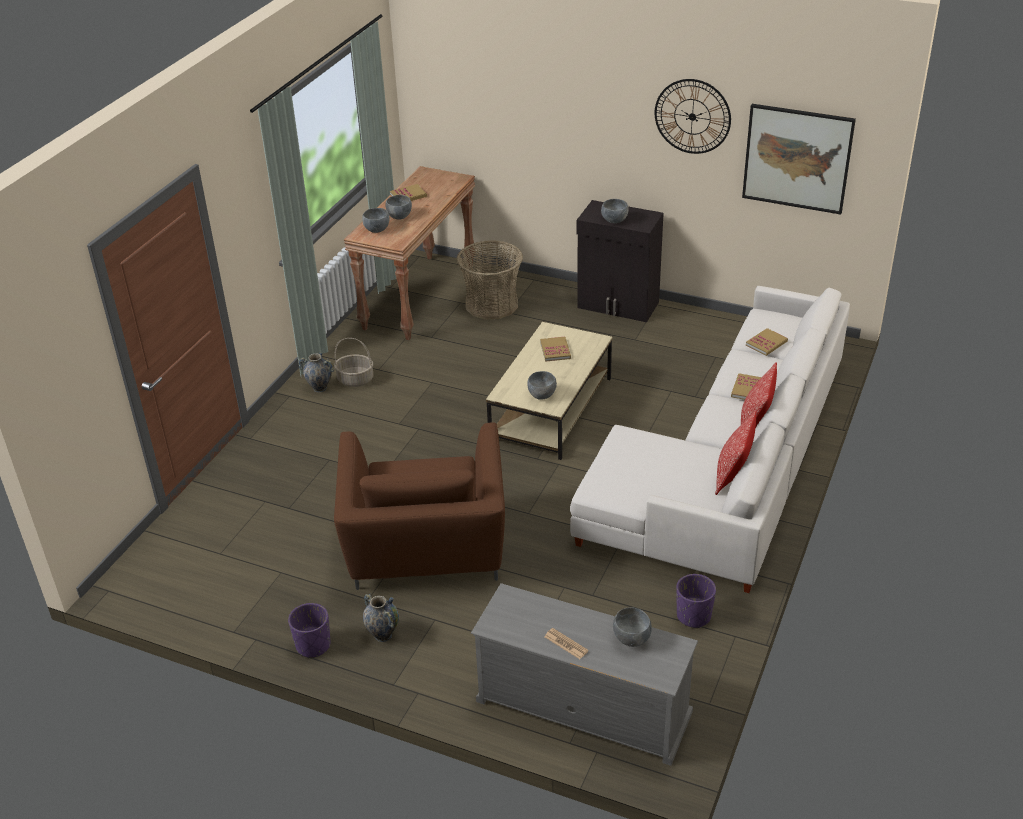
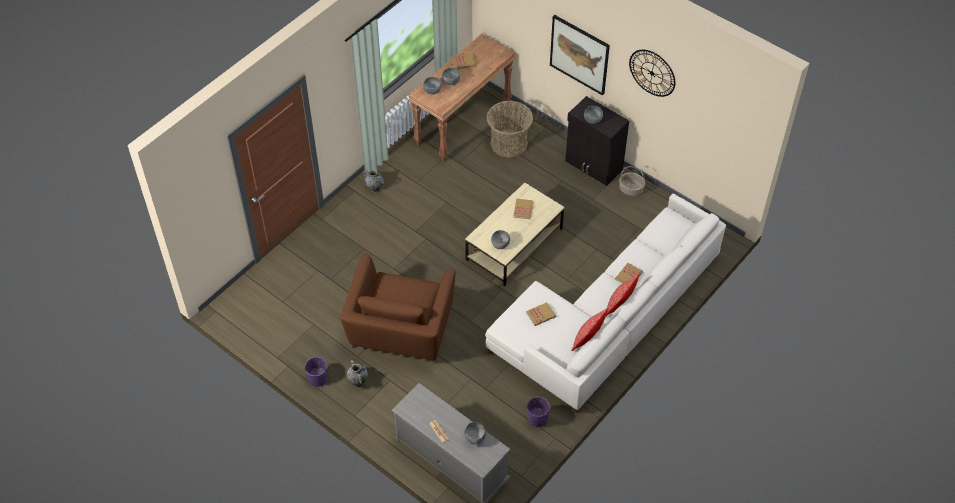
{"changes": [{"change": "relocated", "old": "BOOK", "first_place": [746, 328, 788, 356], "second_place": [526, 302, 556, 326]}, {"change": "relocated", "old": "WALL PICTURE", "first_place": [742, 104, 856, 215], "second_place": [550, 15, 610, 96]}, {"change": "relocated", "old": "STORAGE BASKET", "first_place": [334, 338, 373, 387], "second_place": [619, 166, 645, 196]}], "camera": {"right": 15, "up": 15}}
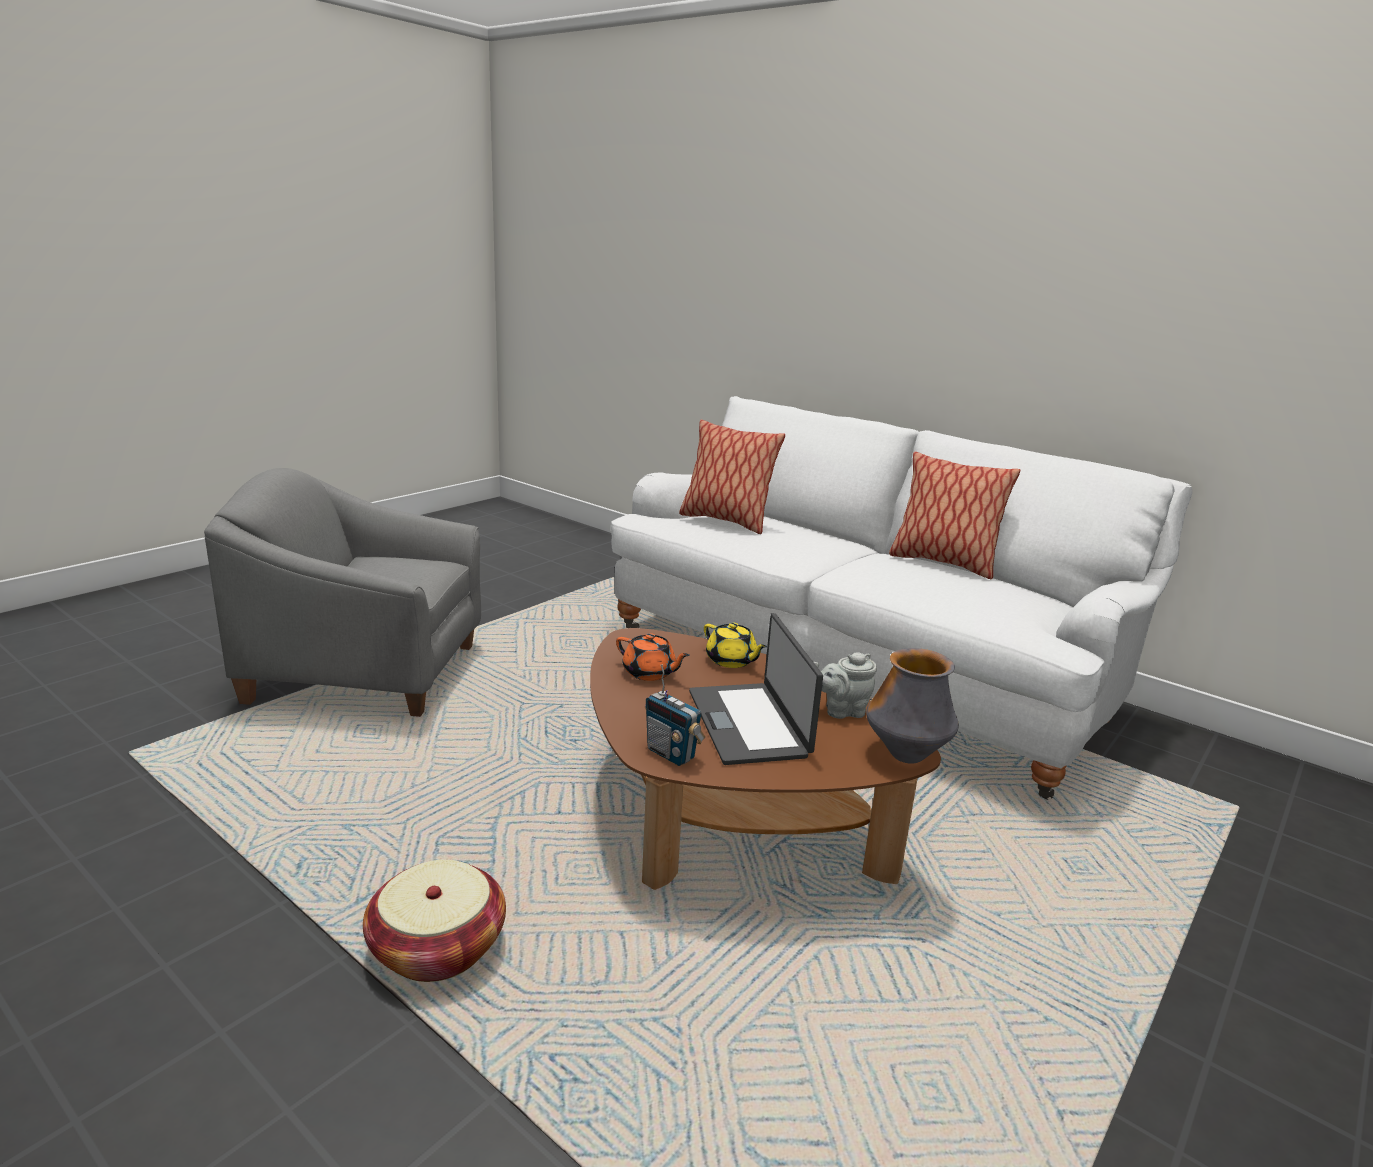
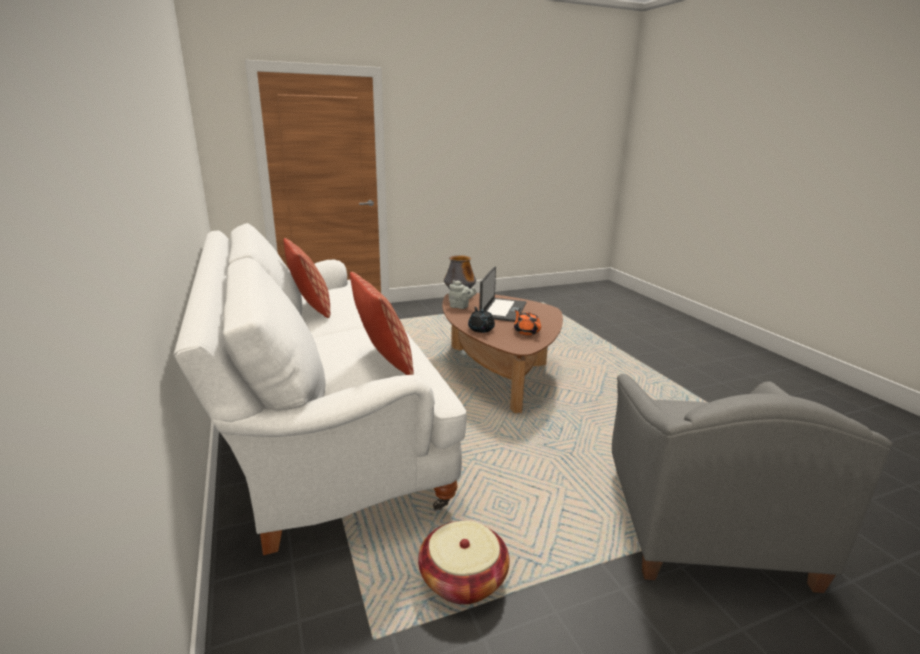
{"changes": [{"change": "relocated", "old": "STORAGE BASKET", "first_place": [363, 860, 506, 982], "second_place": [418, 521, 509, 605]}, {"change": "colour", "old": "YELLOW POT FOR TEA", "new": "BLACKISH POT FOR TEA", "first_place": [704, 623, 767, 668], "second_place": [468, 307, 495, 333]}, {"change": "spun", "old": "GREYISH LOUNGE CHAIR", "first_place": [204, 468, 481, 717], "second_place": [612, 374, 892, 593], "degrees": 60}, {"change": "missing", "old": "RADIO SET", "first_place": [645, 664, 705, 766]}], "camera": {"right": -150, "up": 0}}
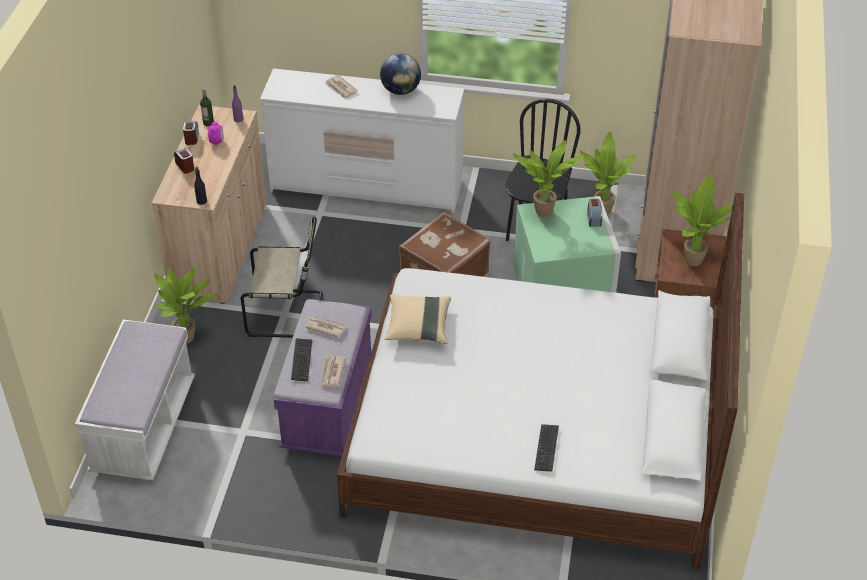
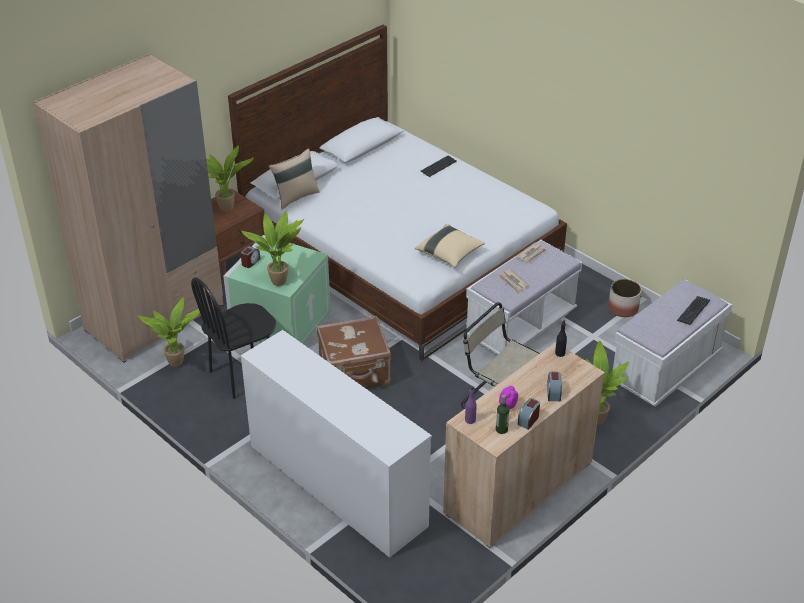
{"changes": [{"change": "appeared", "new": "BEIGE CUSHION", "second_place": [269, 148, 320, 210]}, {"change": "colour", "old": "PURPLISH LONG SEAT", "new": "WHITE-COLOURED LONG SEAT", "first_place": [273, 299, 372, 456], "second_place": [466, 240, 582, 354]}, {"change": "appeared", "new": "FLOWER POT", "second_place": [608, 279, 641, 317]}, {"change": "relocated", "old": "KEYBOARD", "first_place": [291, 338, 312, 381], "second_place": [677, 296, 710, 325]}, {"change": "missing", "old": "DAILY PAPER", "first_place": [325, 75, 358, 99]}, {"change": "missing", "old": "GLOBE", "first_place": [380, 53, 421, 95]}], "camera": {"right": -145, "up": -5}}
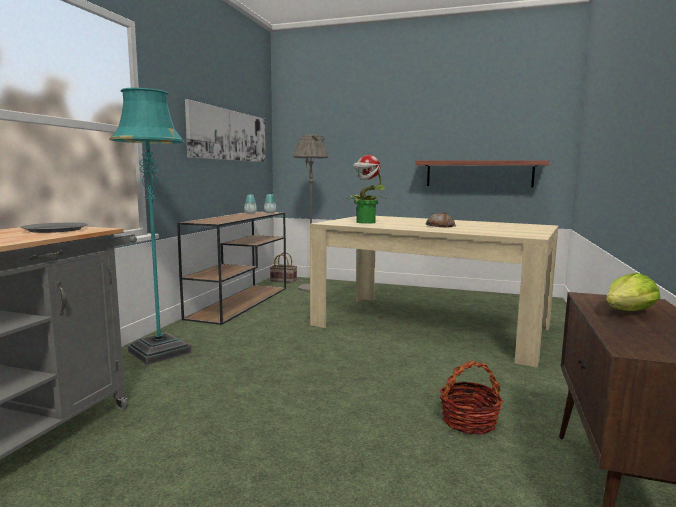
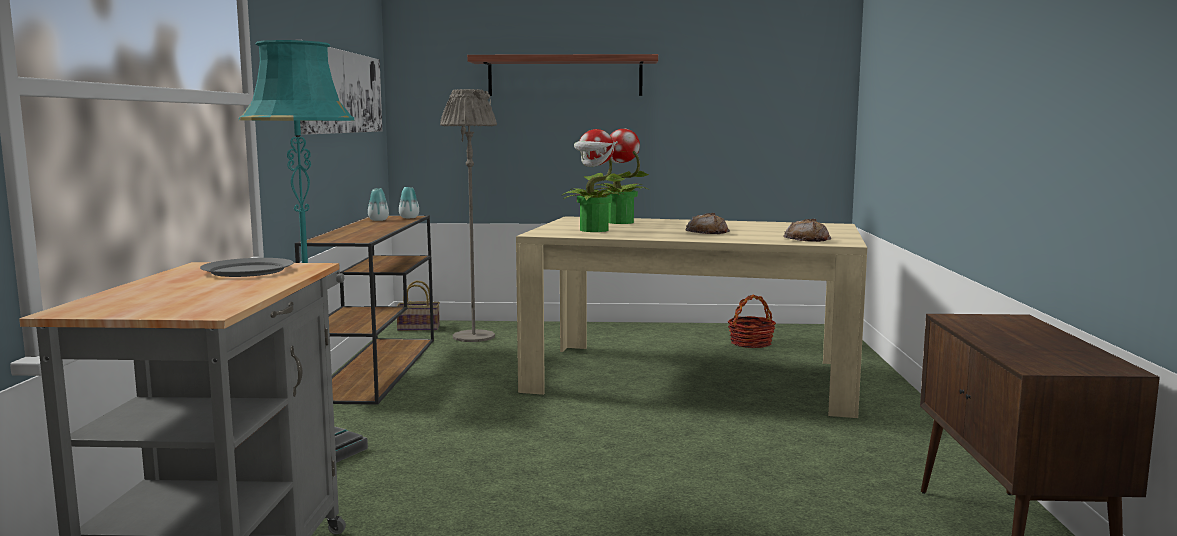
{"changes": [{"change": "relocated", "old": "SHELF", "first_place": [415, 161, 549, 188], "second_place": [467, 54, 658, 96]}, {"change": "appeared", "new": "POTTED PLANT", "second_place": [594, 129, 649, 224]}, {"change": "relocated", "old": "STORAGE BASKET", "first_place": [440, 361, 503, 435], "second_place": [727, 295, 776, 348]}, {"change": "appeared", "new": "BAKERY BREAD", "second_place": [783, 219, 831, 242]}, {"change": "missing", "old": "LETTUCE HEAD", "first_place": [606, 273, 660, 311]}], "camera": {"right": -15, "up": 0}}
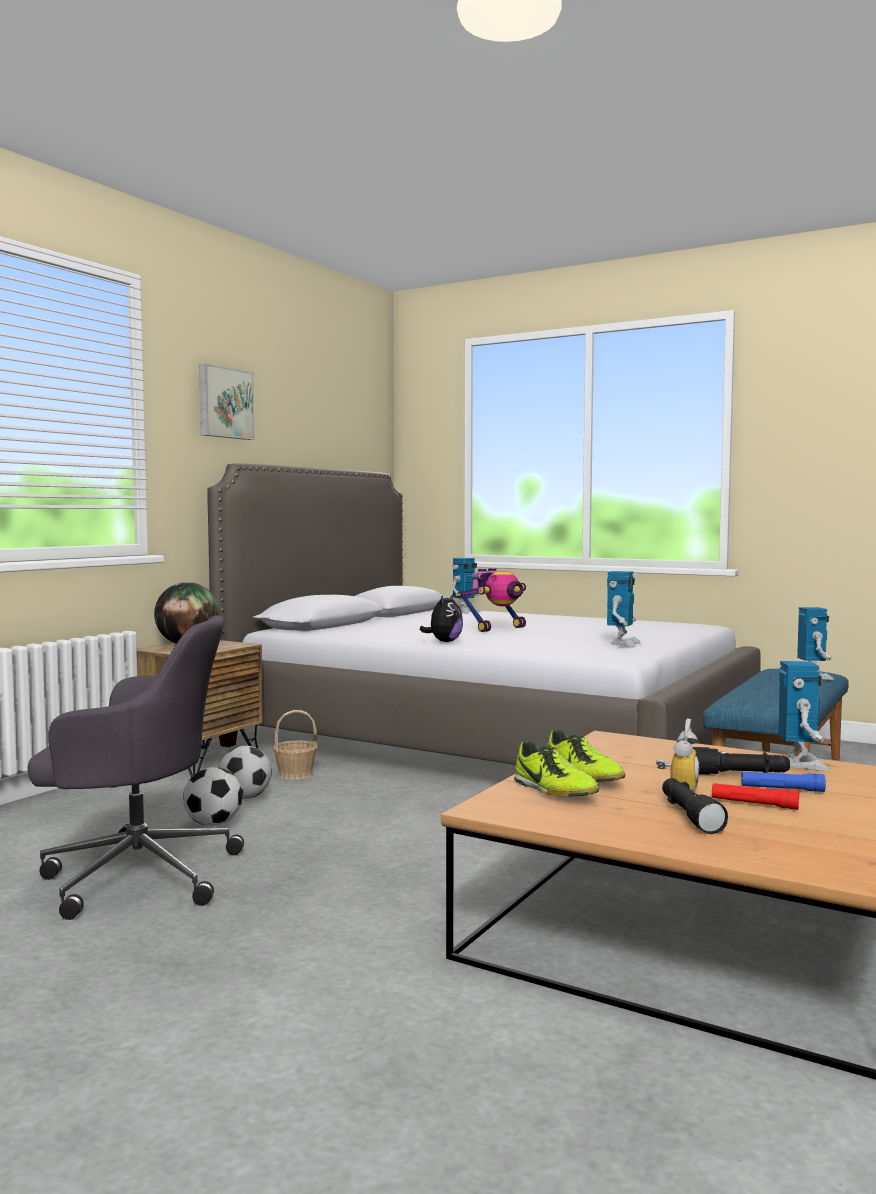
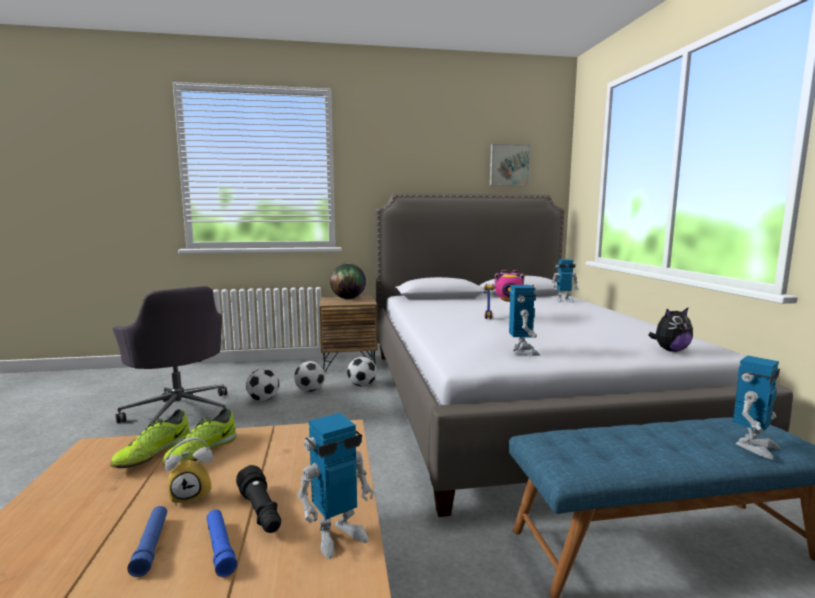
{"changes": [{"change": "colour", "old": "REDDISH FLASHLIGHT", "new": "BLUISH FLASHLIGHT", "first_place": [712, 783, 799, 810], "second_place": [128, 506, 167, 577]}, {"change": "exchanged", "old": "STORAGE BASKET", "new": "FOOTBALL", "first_place": [273, 710, 318, 780], "second_place": [347, 357, 377, 386]}, {"change": "relocated", "old": "WALL PICTURE", "first_place": [199, 363, 255, 440], "second_place": [490, 144, 531, 186]}, {"change": "spun", "old": "MODEL ROBOT", "first_place": [607, 571, 641, 647], "second_place": [509, 285, 540, 356], "degrees": -75}, {"change": "relocated", "old": "PLUSH TOY", "first_place": [420, 593, 463, 642], "second_place": [648, 307, 693, 352]}, {"change": "missing", "old": "BLACKISH FLASHLIGHT", "first_place": [662, 778, 728, 834]}], "camera": {"right": 50, "up": 5}}
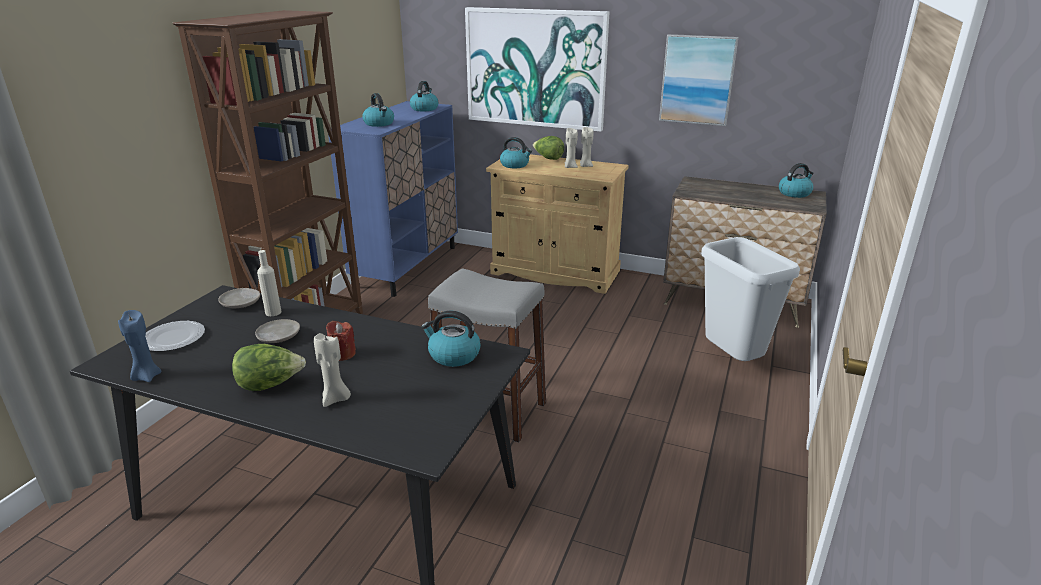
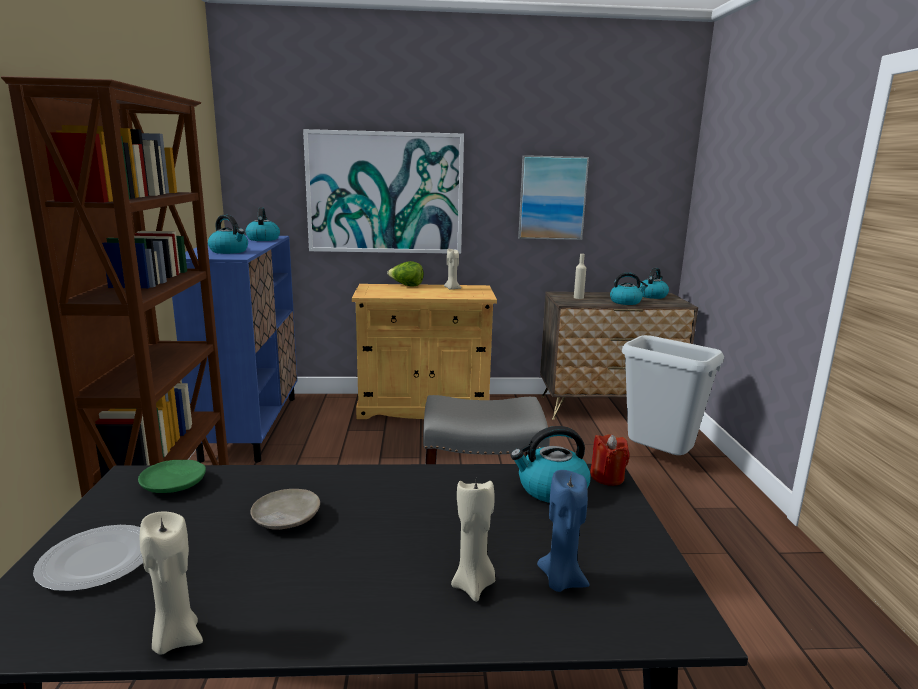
{"changes": [{"change": "colour", "old": "BEIGE FLAT DISH", "new": "GREENISH FLAT DISH", "first_place": [218, 288, 260, 308], "second_place": [138, 460, 206, 493]}, {"change": "relocated", "old": "BEIGE CANDLE", "first_place": [565, 128, 578, 168], "second_place": [140, 511, 203, 655]}, {"change": "relocated", "old": "BLUISH CANDLE", "first_place": [118, 310, 161, 382], "second_place": [537, 470, 590, 592]}, {"change": "relocated", "old": "BEIGE DRINK BOTTLE", "first_place": [257, 250, 281, 316], "second_place": [574, 254, 586, 299]}, {"change": "relocated", "old": "REDDISH CANDLE", "first_place": [326, 321, 356, 361], "second_place": [590, 434, 630, 486]}, {"change": "relocated", "old": "TEA KETTLE", "first_place": [500, 137, 532, 168], "second_place": [610, 272, 648, 305]}, {"change": "missing", "old": "LETTUCE HEAD", "first_place": [232, 344, 306, 391]}], "camera": {"right": -25, "up": -10}}
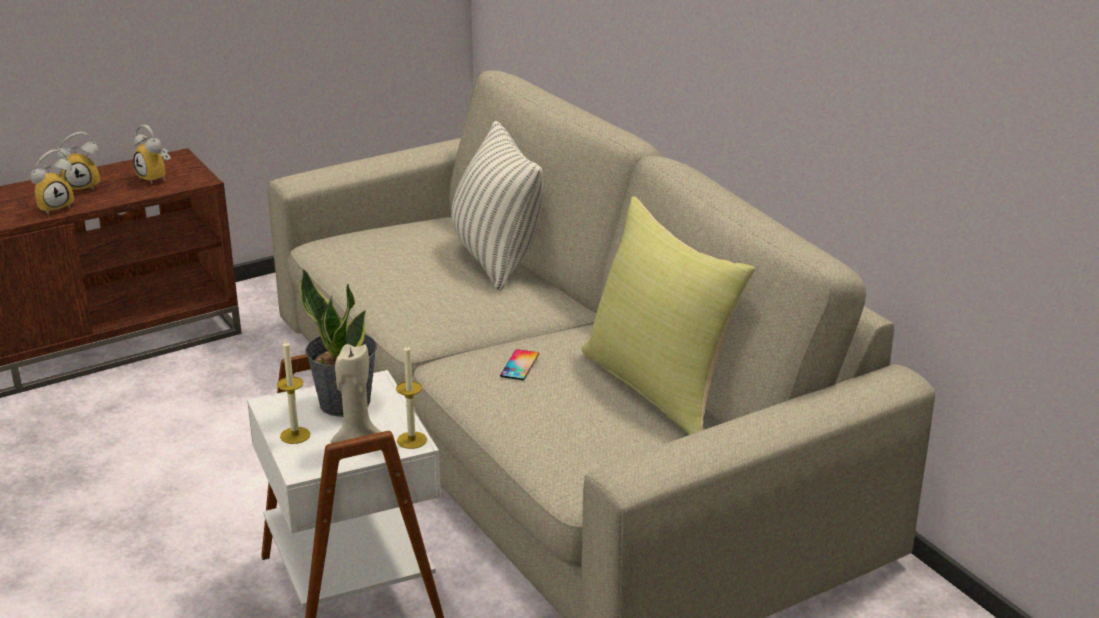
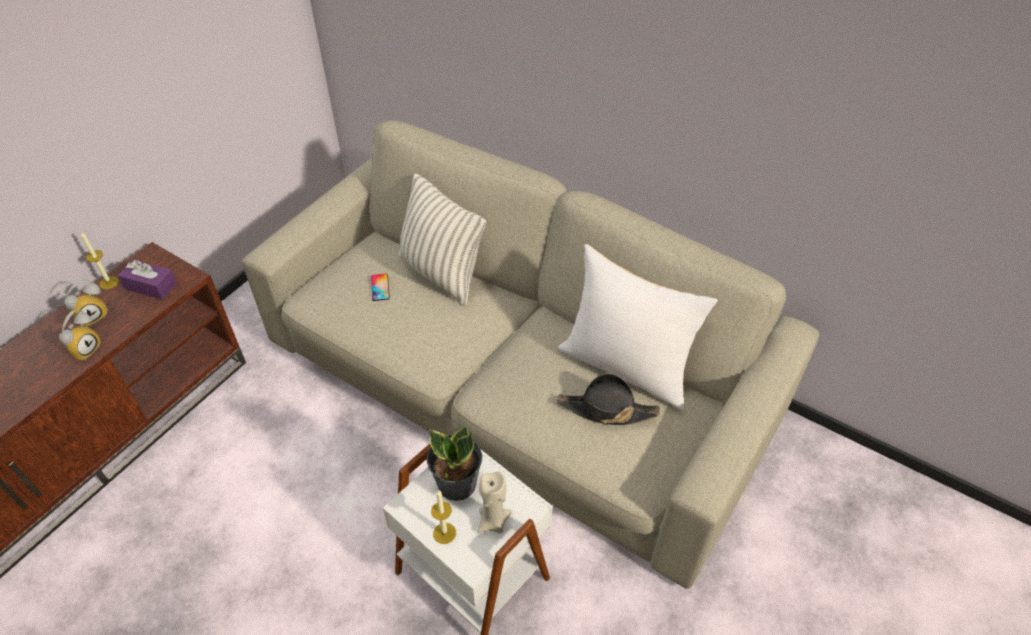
{"changes": [{"change": "relocated", "old": "CANDLE", "first_place": [396, 343, 427, 449], "second_place": [81, 232, 119, 289]}, {"change": "exchanged", "old": "BEDSIDE CLOCK", "new": "PURPLISH TISSUE BOX", "first_place": [133, 125, 171, 184], "second_place": [118, 260, 177, 300]}, {"change": "relocated", "old": "PHONE", "first_place": [500, 349, 539, 380], "second_place": [371, 274, 390, 301]}, {"change": "appeared", "new": "BLACKISH WEARABLE HAT", "second_place": [557, 373, 660, 425]}, {"change": "colour", "old": "YELLOW CUSHION", "new": "WHITE-COLOURED CUSHION", "first_place": [582, 197, 755, 435], "second_place": [558, 244, 718, 411]}], "camera": {"right": -25, "up": 20}}
